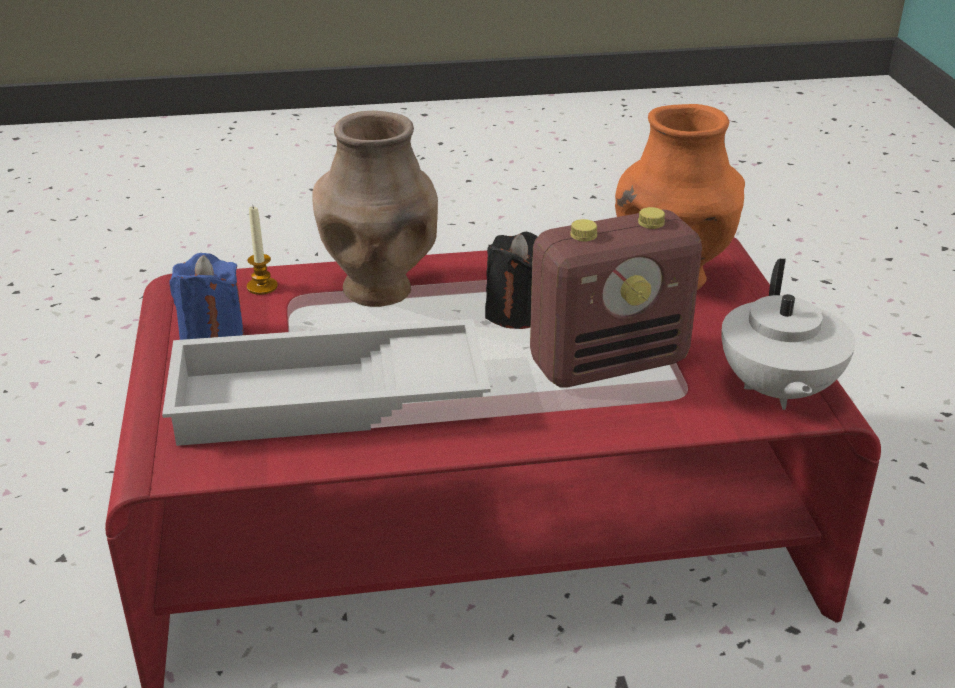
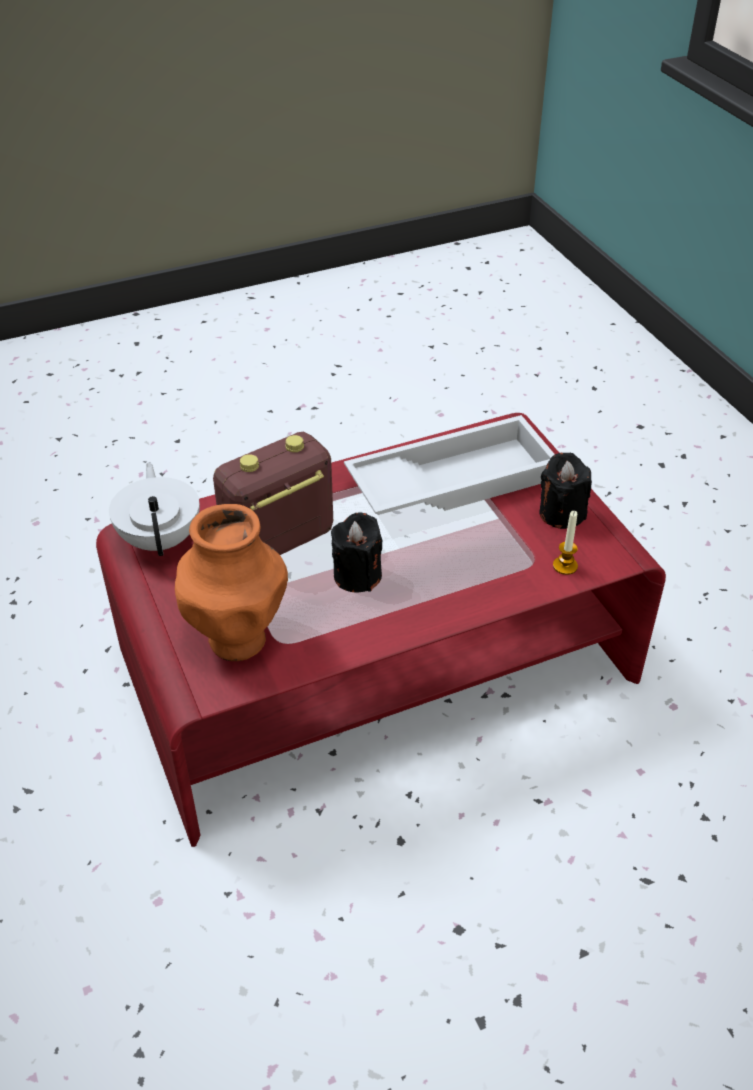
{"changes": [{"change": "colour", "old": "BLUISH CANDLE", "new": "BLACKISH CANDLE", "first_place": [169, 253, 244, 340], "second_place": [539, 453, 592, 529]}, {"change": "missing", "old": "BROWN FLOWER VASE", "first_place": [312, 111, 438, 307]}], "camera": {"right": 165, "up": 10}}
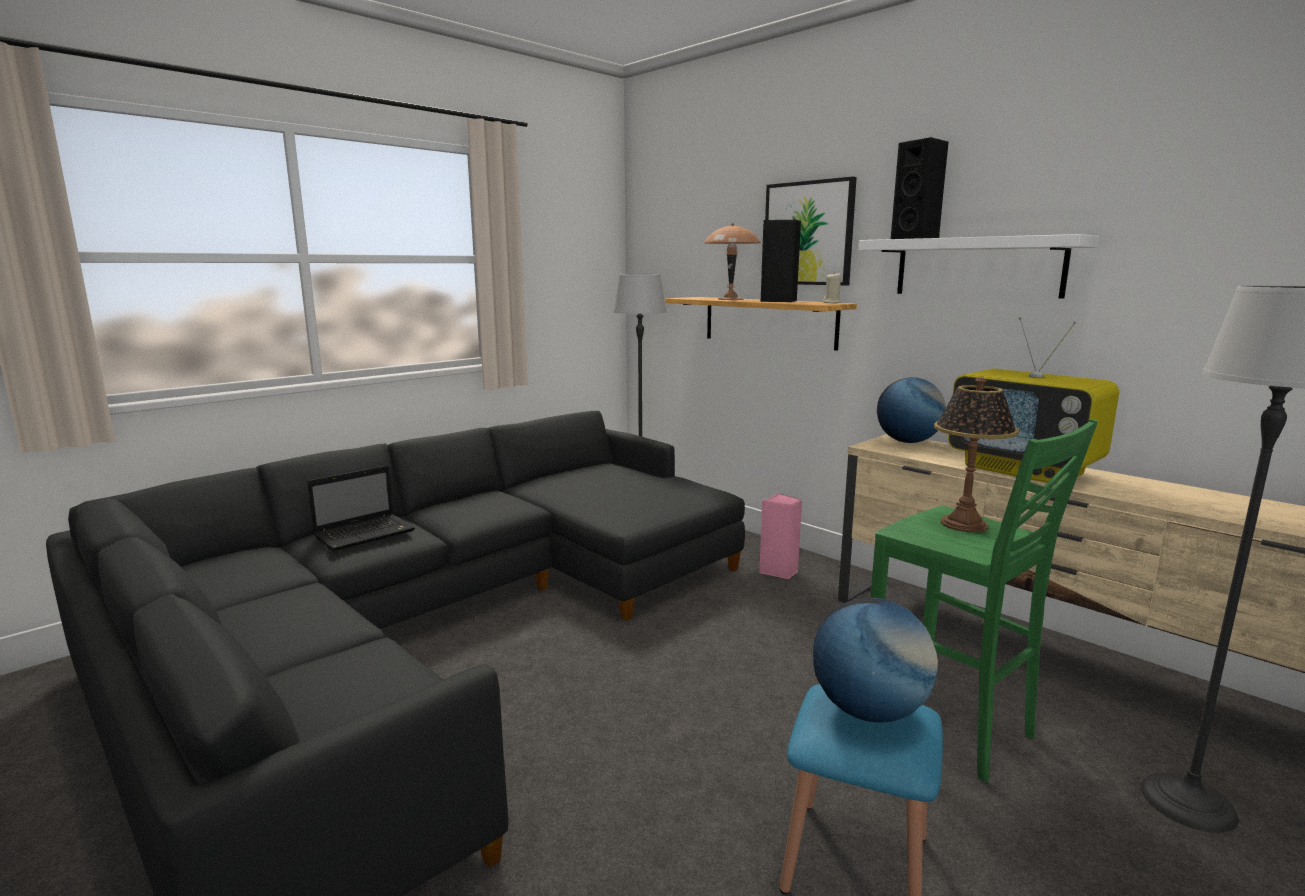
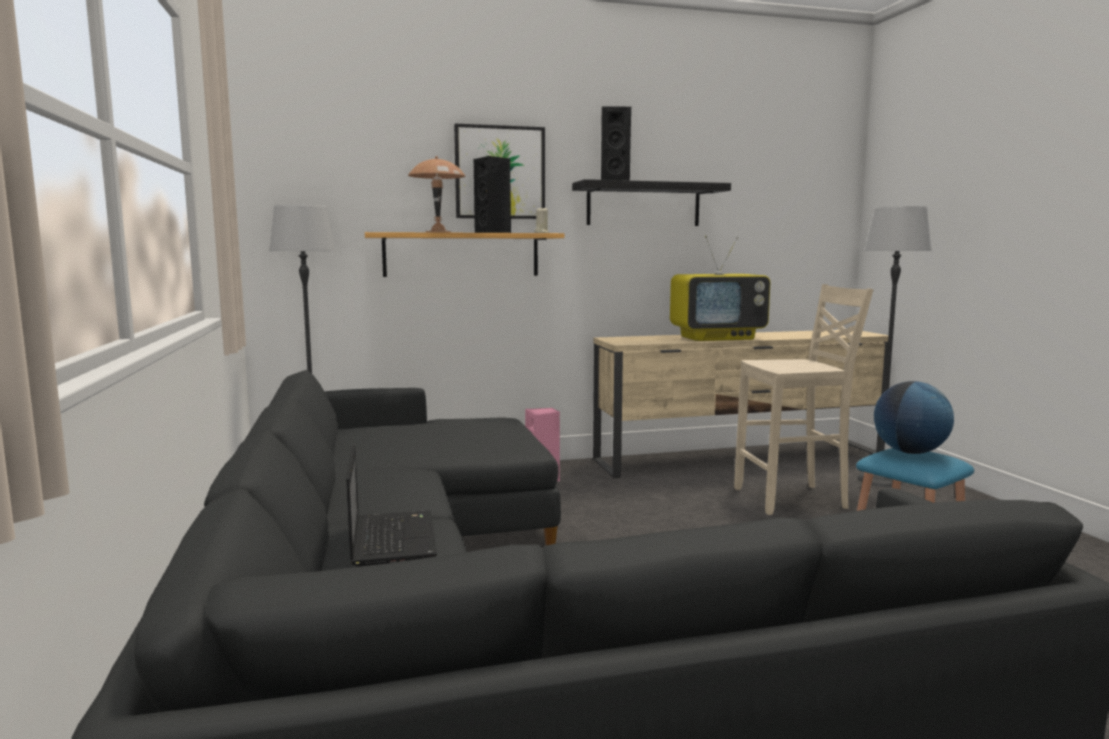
{"changes": [{"change": "colour", "old": "WHITE-COLOURED SHELF", "new": "BLACKISH SHELF", "first_place": [858, 234, 1099, 299], "second_place": [572, 179, 731, 226]}, {"change": "colour", "old": "GREENISH STOOL", "new": "BEIGE STOOL", "first_place": [870, 419, 1098, 782], "second_place": [734, 284, 873, 515]}, {"change": "missing", "old": "GLOBE", "first_place": [877, 377, 946, 443]}, {"change": "missing", "old": "TABLE LAMP", "first_place": [934, 377, 1019, 532]}], "camera": {"right": -60, "up": -5}}
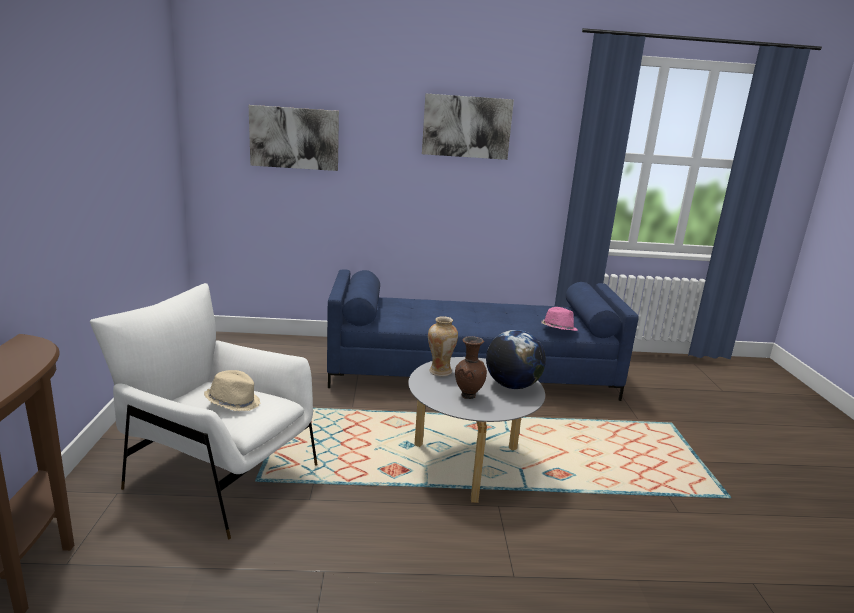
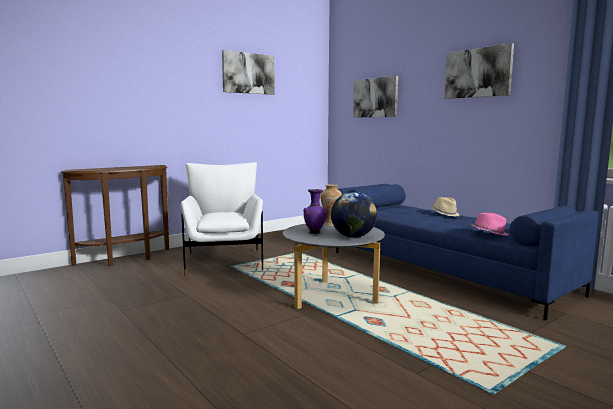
{"changes": [{"change": "appeared", "new": "WALL PICTURE", "second_place": [222, 50, 275, 95]}, {"change": "colour", "old": "BROWN FLOWER VASE", "new": "PURPLISH FLOWER VASE", "first_place": [455, 336, 487, 399], "second_place": [303, 189, 327, 234]}, {"change": "relocated", "old": "BEIGE WEARABLE HAT", "first_place": [204, 370, 261, 411], "second_place": [431, 197, 460, 217]}], "camera": {"right": 55, "up": -10}}
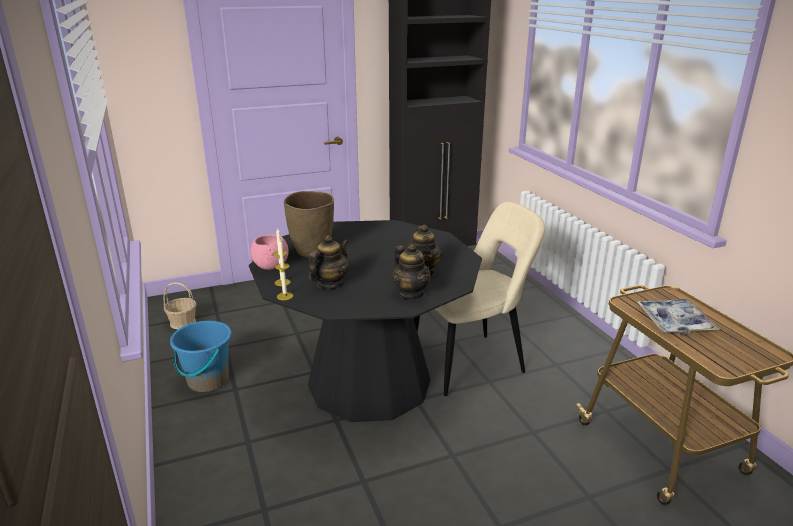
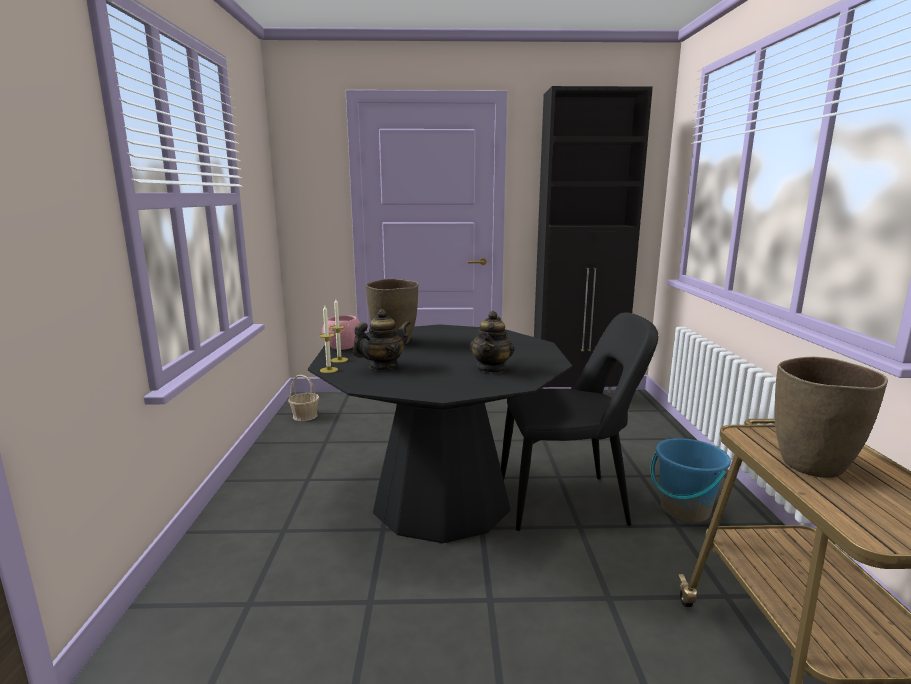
{"changes": [{"change": "colour", "old": "BEIGE PLAIN CHAIR", "new": "BLACKISH PLAIN CHAIR", "first_place": [414, 202, 545, 396], "second_place": [501, 312, 658, 531]}, {"change": "relocated", "old": "BLUISH BUCKET", "first_place": [170, 321, 232, 392], "second_place": [651, 438, 731, 522]}, {"change": "exchanged", "old": "SERVING TRAY", "new": "BROWN FLOWER VASE", "first_place": [637, 299, 720, 335], "second_place": [775, 357, 888, 478]}, {"change": "missing", "old": "POT FOR TEA", "first_place": [392, 244, 430, 300]}], "camera": {"right": 20, "up": -10}}
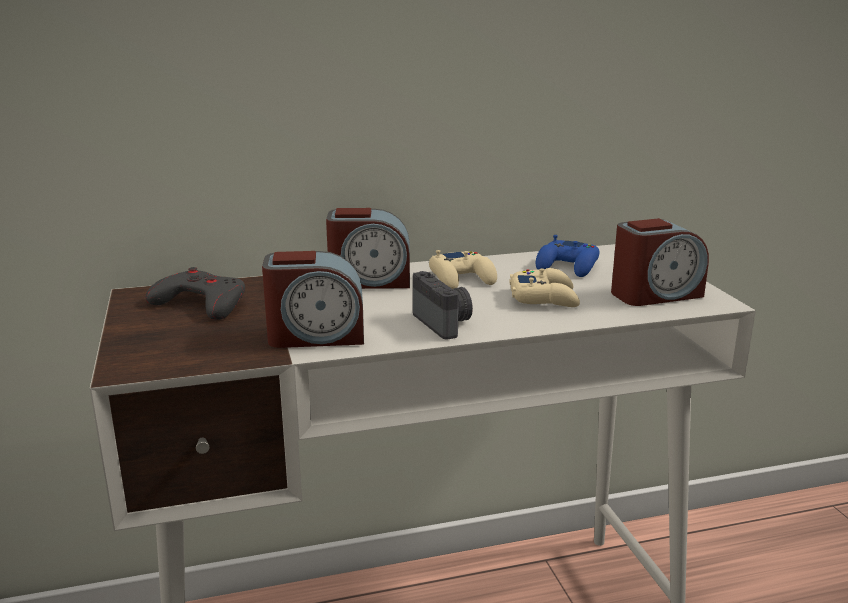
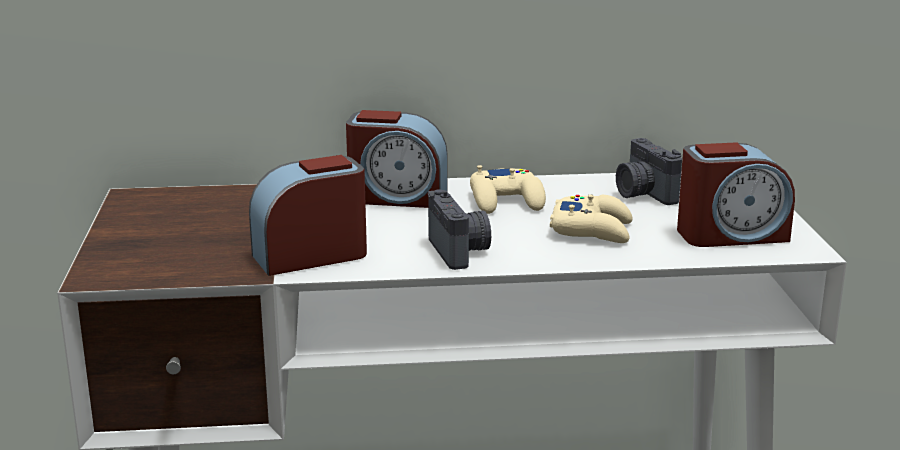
{"changes": [{"change": "spun", "old": "BEDSIDE CLOCK", "first_place": [262, 251, 364, 348], "second_place": [249, 155, 367, 276], "degrees": 150}, {"change": "exchanged", "old": "BLUISH GAMEPAD", "new": "STILL CAMERA", "first_place": [536, 235, 599, 277], "second_place": [616, 138, 682, 205]}, {"change": "missing", "old": "GREYISH GAMEPAD", "first_place": [146, 267, 245, 320]}], "camera": {"right": 10, "up": 0}}
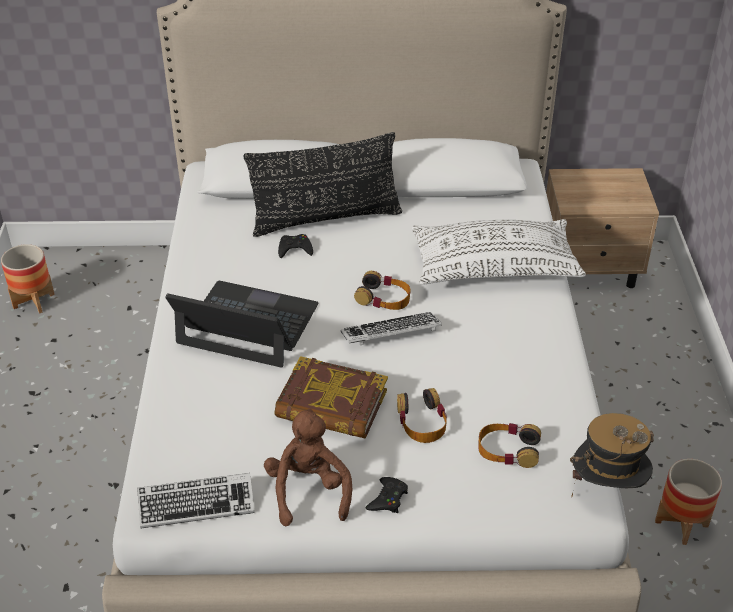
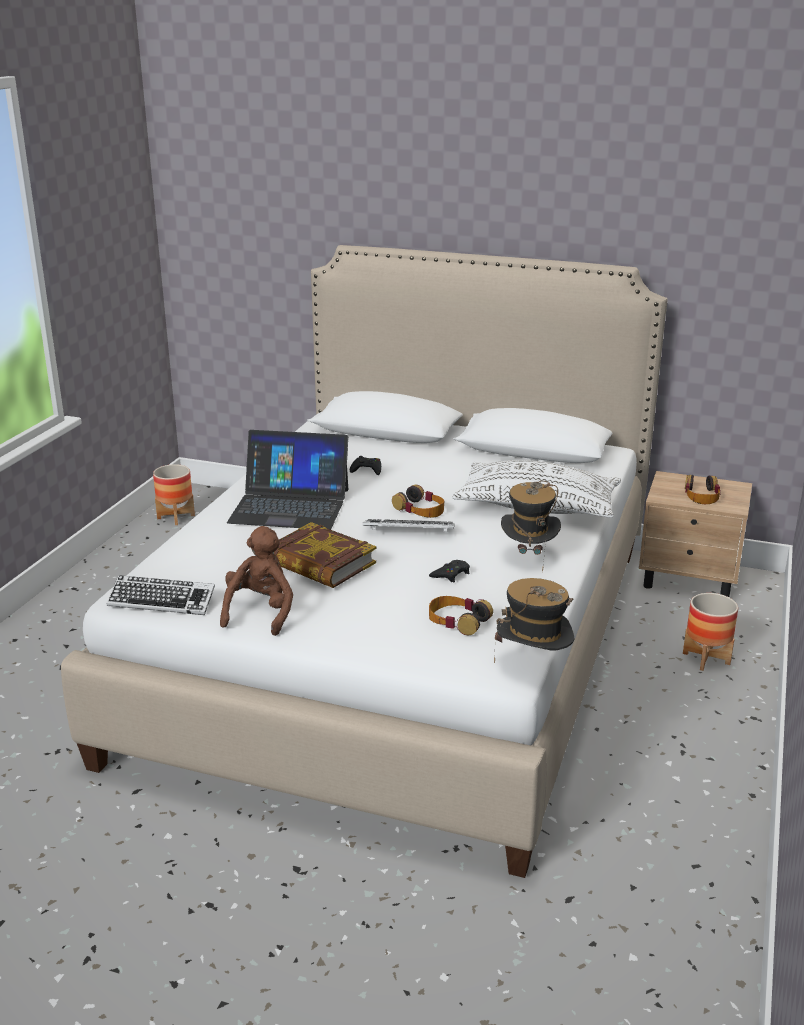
{"changes": [{"change": "spun", "old": "NOTEBOOK COMPUTER", "first_place": [165, 281, 319, 367], "second_place": [227, 430, 348, 530], "degrees": 150}, {"change": "relocated", "old": "BLACKISH GAMEPAD", "first_place": [365, 477, 408, 513], "second_place": [429, 560, 470, 582]}, {"change": "appeared", "new": "WEARABLE HAT", "second_place": [501, 481, 561, 572]}, {"change": "relocated", "old": "FLOWER POT", "first_place": [655, 459, 722, 545], "second_place": [683, 593, 738, 671]}, {"change": "relocated", "old": "HEADSET", "first_place": [397, 388, 447, 443], "second_place": [685, 475, 721, 504]}, {"change": "missing", "old": "BLACKISH CUSHION", "first_place": [244, 132, 402, 237]}], "camera": {"right": 20, "up": -15}}
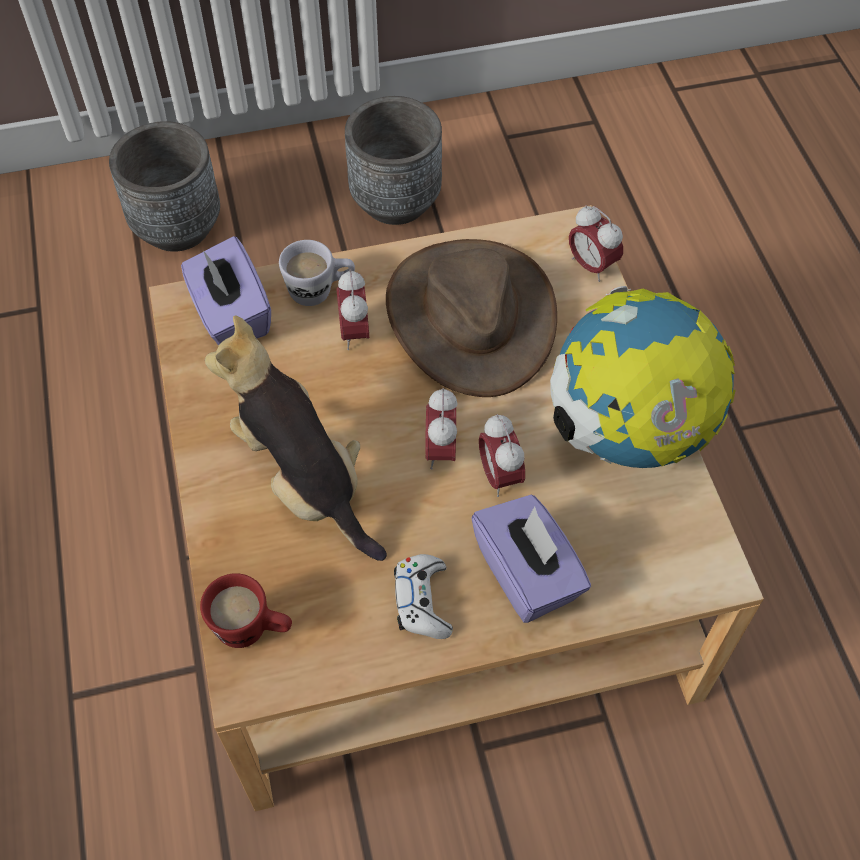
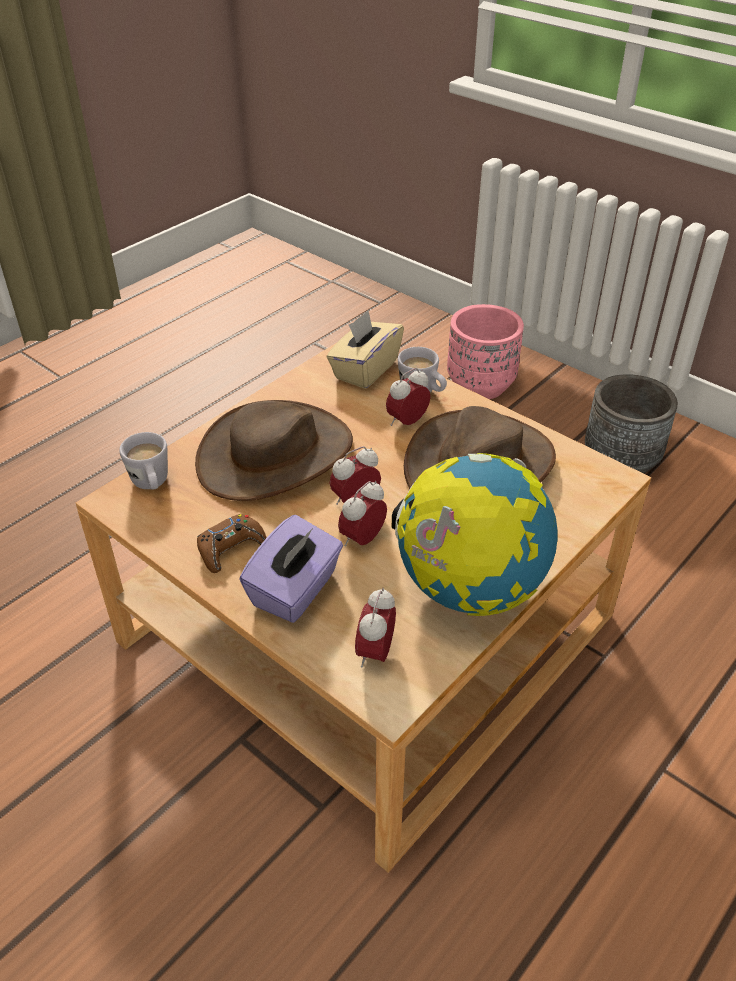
{"changes": [{"change": "colour", "old": "REDDISH MUG", "new": "WHITE-COLOURED MUG", "first_place": [200, 573, 292, 648], "second_place": [119, 432, 168, 490]}, {"change": "exchanged", "old": "PLUSH TOY", "new": "BROWN WEARABLE HAT", "first_place": [205, 315, 387, 561], "second_place": [195, 400, 353, 501]}, {"change": "colour", "old": "WHITE-COLOURED GAMEPAD", "new": "BROWN GAMEPAD", "first_place": [394, 554, 453, 639], "second_place": [197, 514, 267, 573]}, {"change": "colour", "old": "PURPLISH TISSUE BOX", "new": "BEIGE TISSUE BOX", "first_place": [181, 236, 271, 346], "second_place": [327, 310, 404, 389]}, {"change": "relocated", "old": "BEDSIDE CLOCK", "first_place": [569, 205, 623, 282], "second_place": [355, 588, 396, 667]}, {"change": "colour", "old": "GREYISH FLOWER POT", "new": "PINK-COLOURED FLOWER POT", "first_place": [109, 121, 220, 252], "second_place": [447, 304, 524, 399]}], "camera": {"right": 55, "up": -15}}
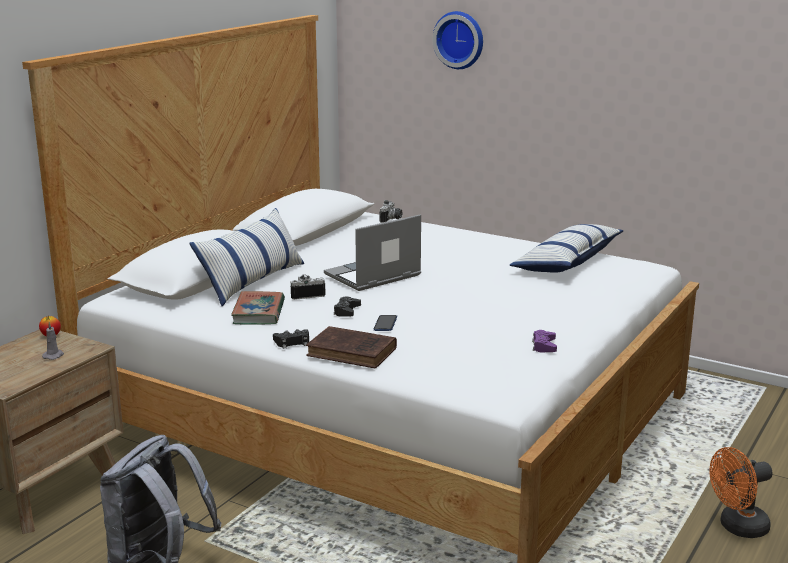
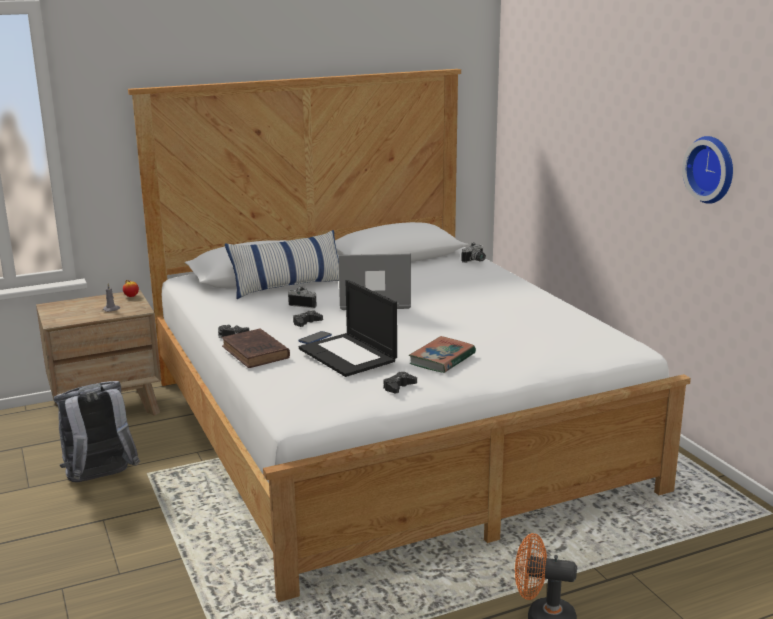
{"changes": [{"change": "appeared", "new": "NOTEBOOK COMPUTER", "second_place": [299, 280, 397, 377]}, {"change": "colour", "old": "PURPLISH GAMEPAD", "new": "BLACKISH GAMEPAD", "first_place": [532, 330, 557, 352], "second_place": [383, 372, 417, 393]}, {"change": "relocated", "old": "BOOK", "first_place": [231, 291, 285, 325], "second_place": [409, 336, 476, 373]}, {"change": "relocated", "old": "HANGING CLOCK", "first_place": [432, 11, 483, 69], "second_place": [682, 136, 733, 204]}, {"change": "missing", "old": "CUSHION", "first_place": [510, 224, 623, 273]}], "camera": {"right": 35, "up": 0}}
